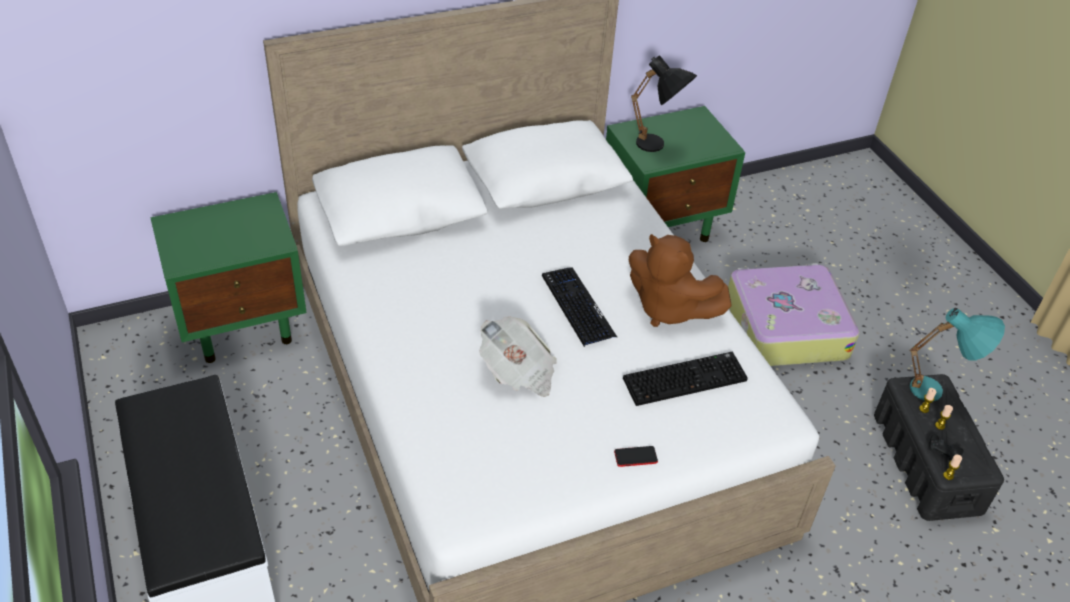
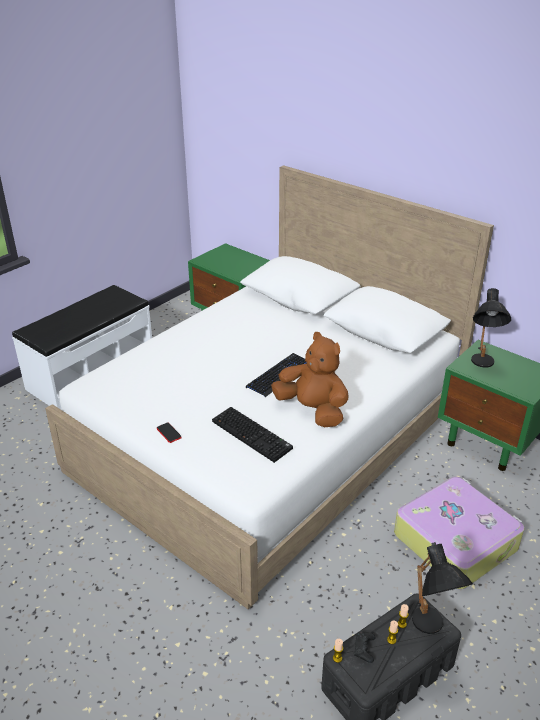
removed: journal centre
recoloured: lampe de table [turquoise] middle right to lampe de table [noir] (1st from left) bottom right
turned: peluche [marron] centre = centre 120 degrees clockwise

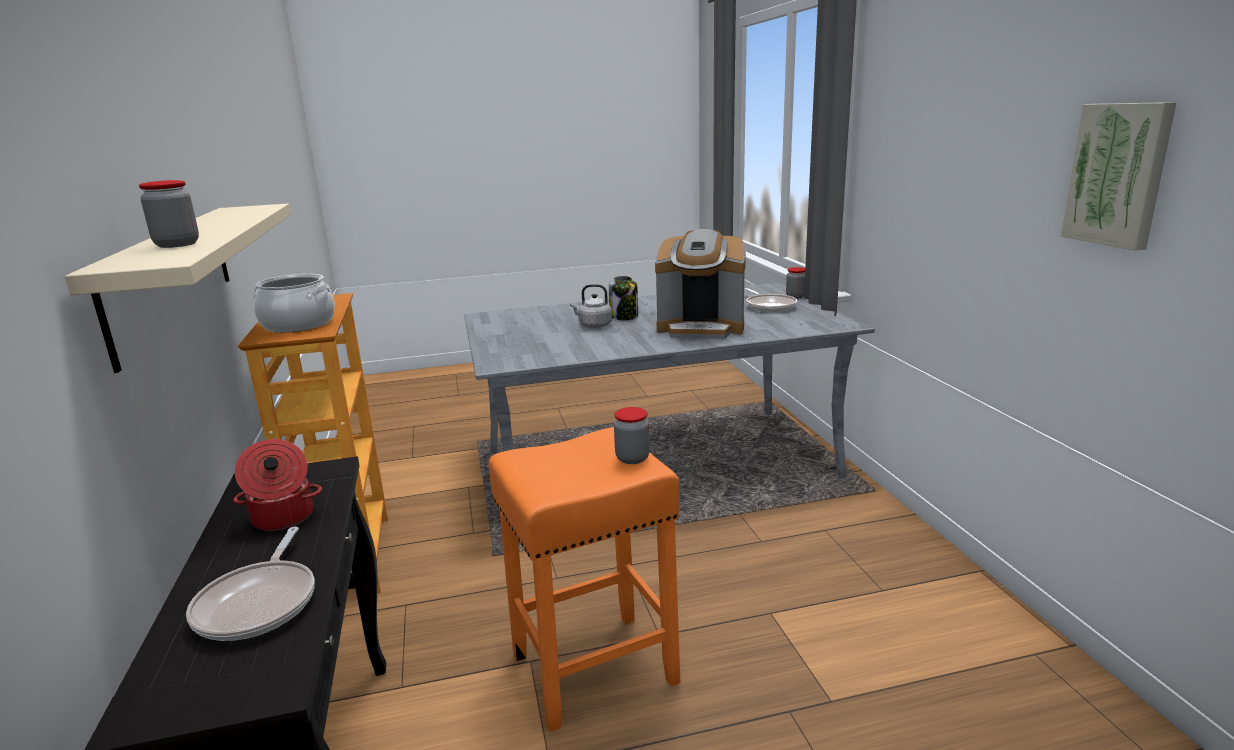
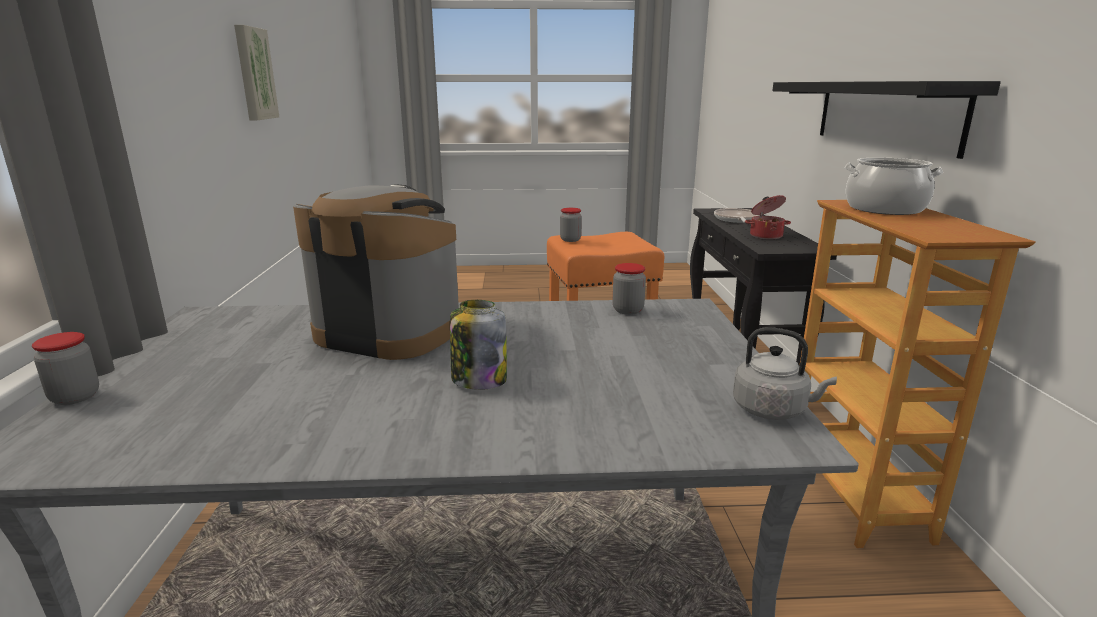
removed: poêle (2nd from left) centre
moved: bocal (1st from left in the first image) top left to bocal (4th from left) centre; bouilloire [gris] centre to middle right
recoloured: étagère [beige] middle left to étagère [noir] top right

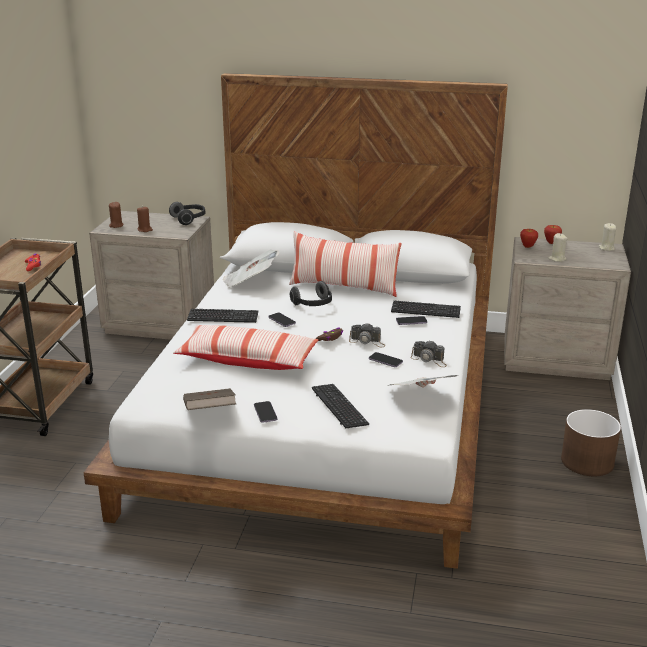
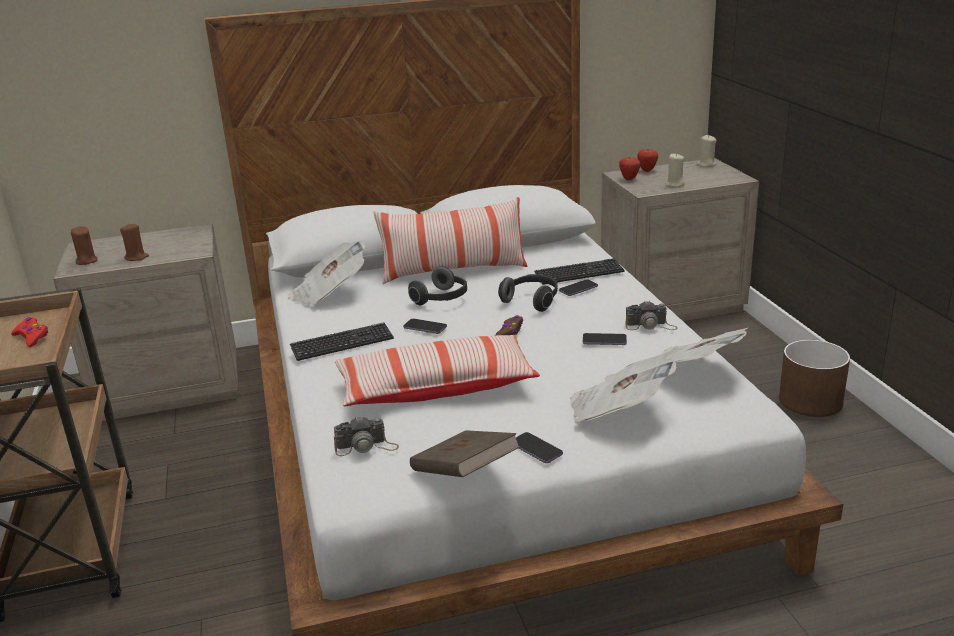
moved: casque audio (1st from left in the first image) top left to casque audio (2nd from left) centre; appareil photo (1st from left) centre to bottom centre
replaced: clavier (2nd from left) centre to journal (2nd from left) centre

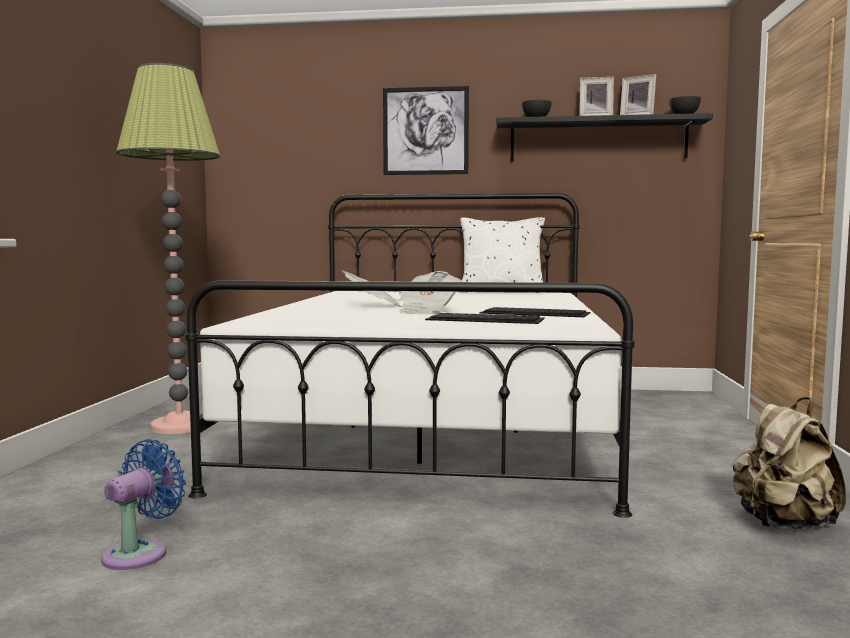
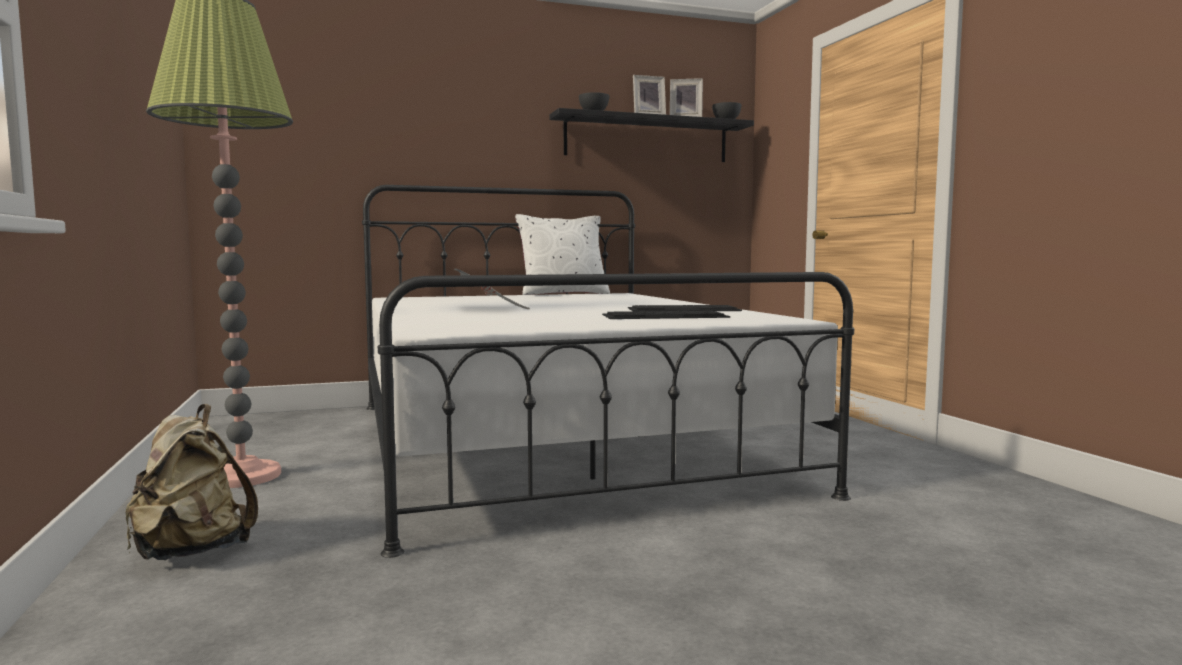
removed: tableau top centre; journal (2nd from left) centre; ventilateur [bleu] bottom left
moved: sac à dos [beige] bottom right to bottom left

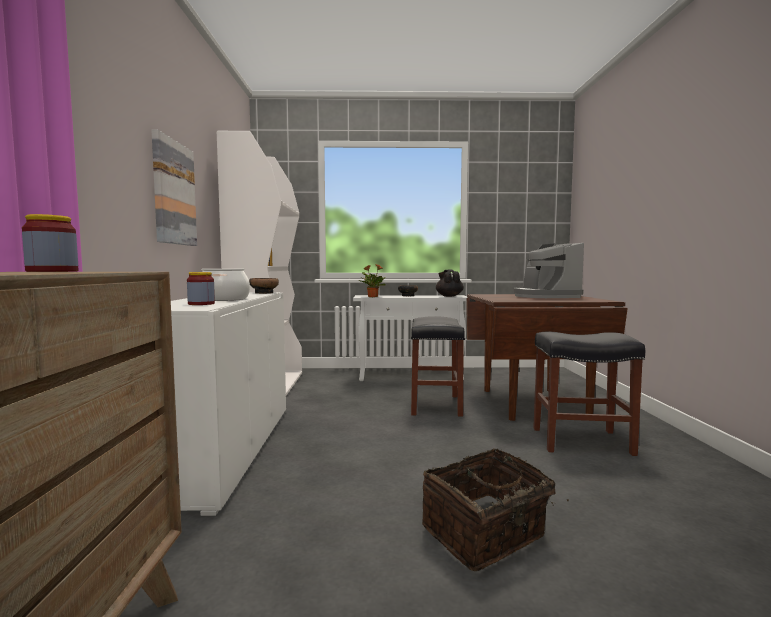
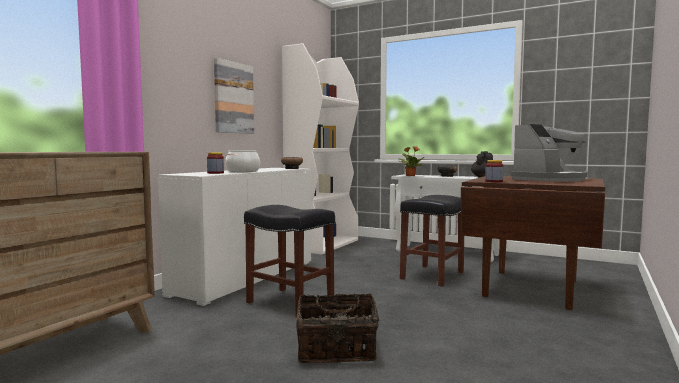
moved: bocal (1st from left in the first image) middle left to bocal (2nd from left) middle right; tabouret [noir] (2nd from left in the first image) middle right to tabouret [noir] (1st from left) bottom centre
turned: machine à café middle right = middle right 150 degrees counterclockwise

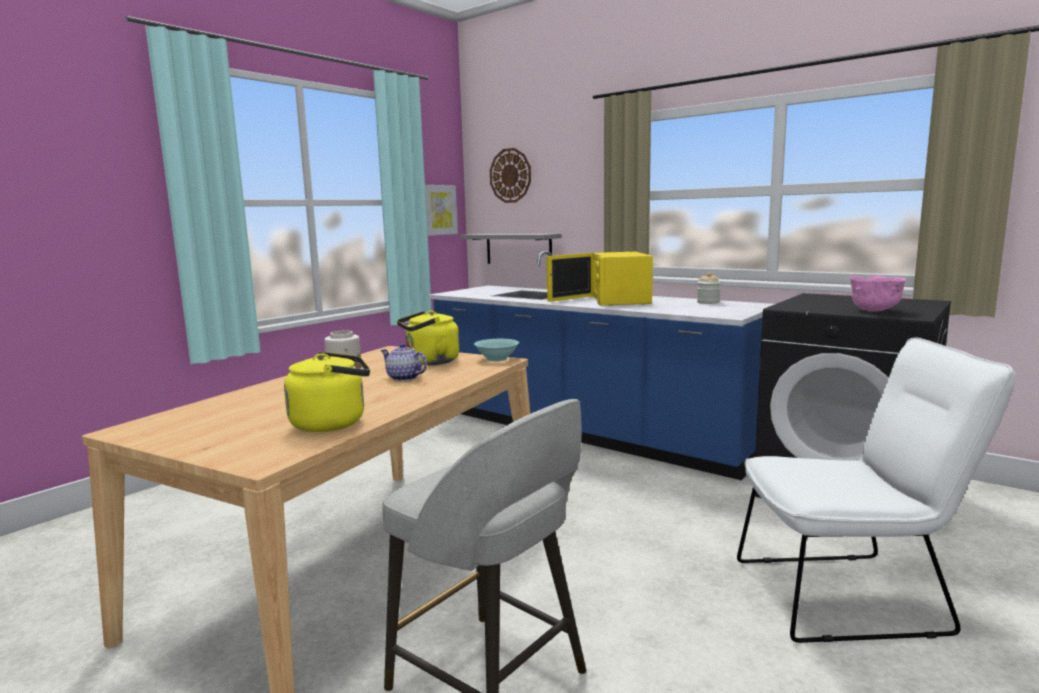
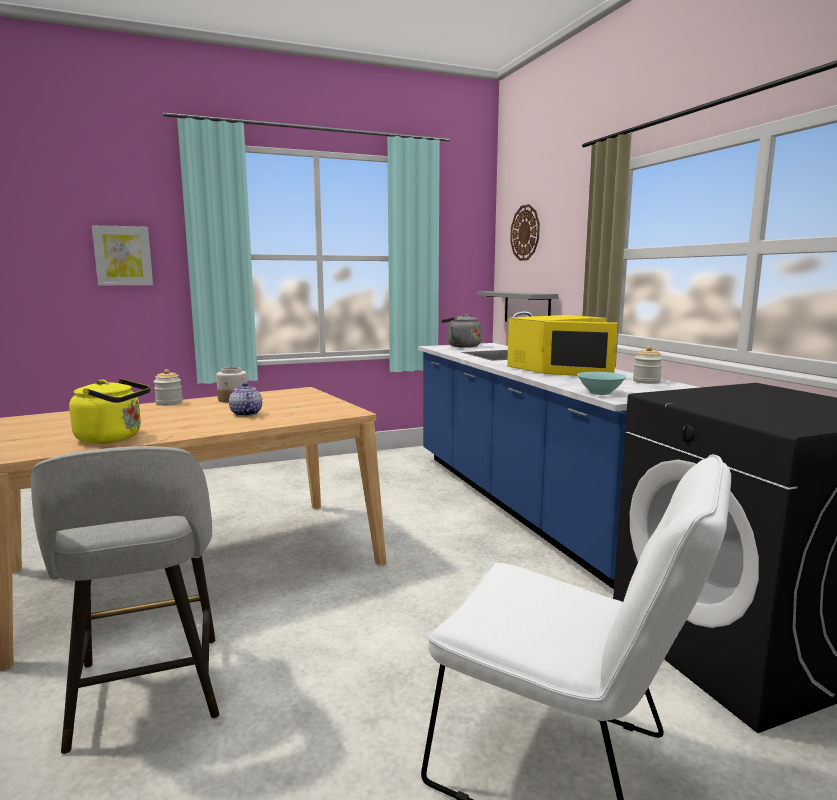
removed: bol [rose] middle right; bouilloire [jaune] (2nd from left) centre
added: bouilloire [gris] centre; bocal (1st from left) middle left
moved: tableau top centre to top left; bol [turquoise] centre to middle right
turned: micro-ondes [jaune] centre = middle right 150 degrees counterclockwise

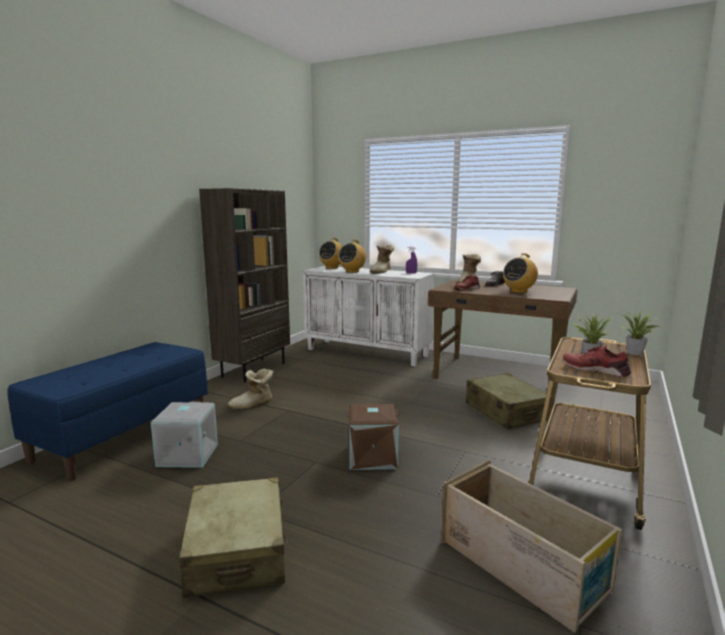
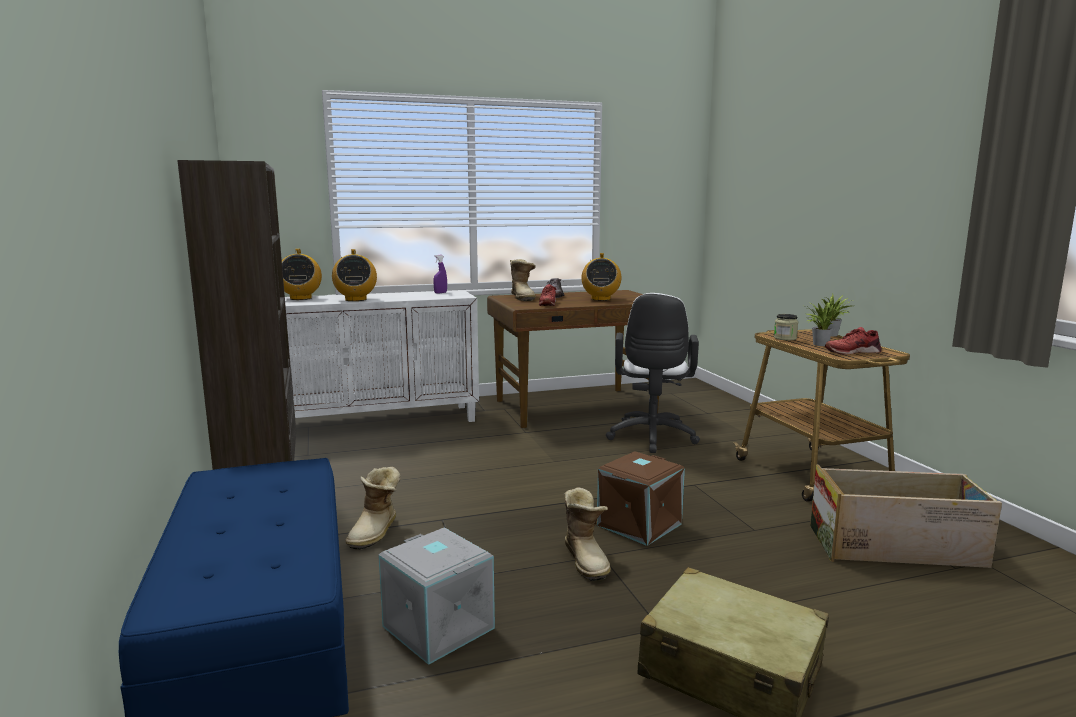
added: bocal middle right
moved: botte (2nd from left in the first image) centre to botte (3rd from left) bottom centre
replaced: valise [beige] (2nd from left) middle right to chaise de bureau [blanc] centre

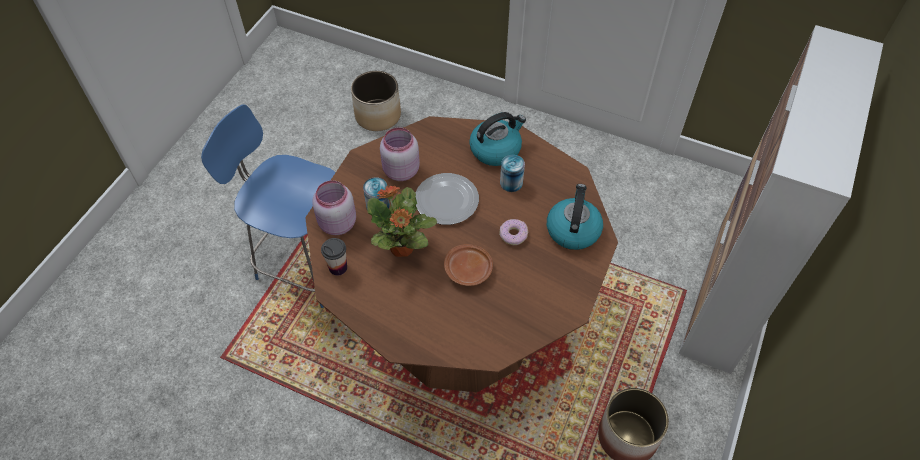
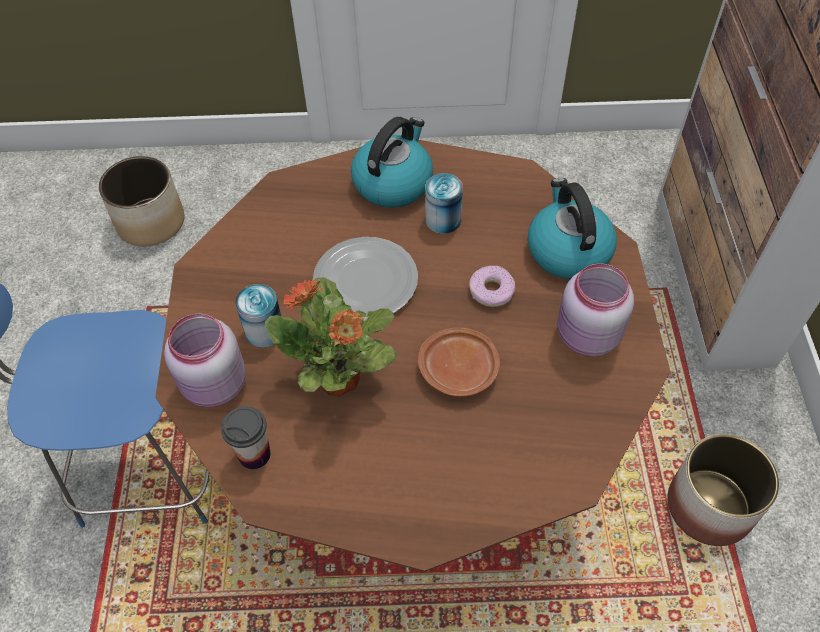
moved: bocal [rose] (2nd from left) centre to middle right

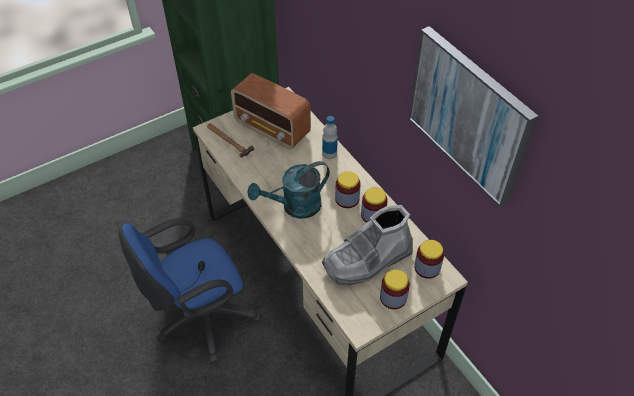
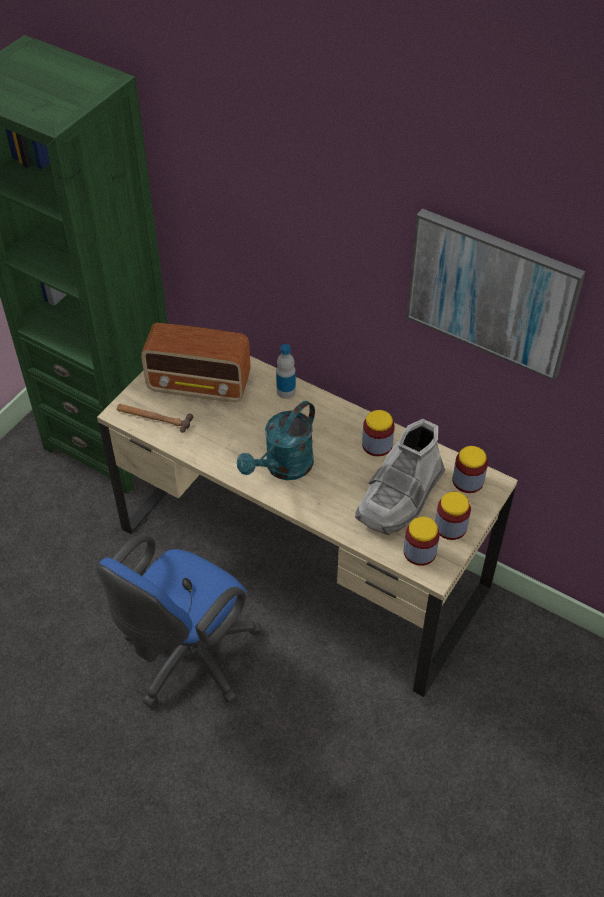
moved: bocal (1st from left in the first image) centre to bocal (2nd from left) middle right

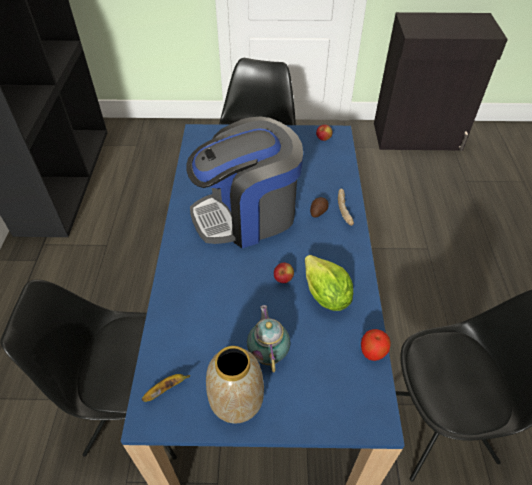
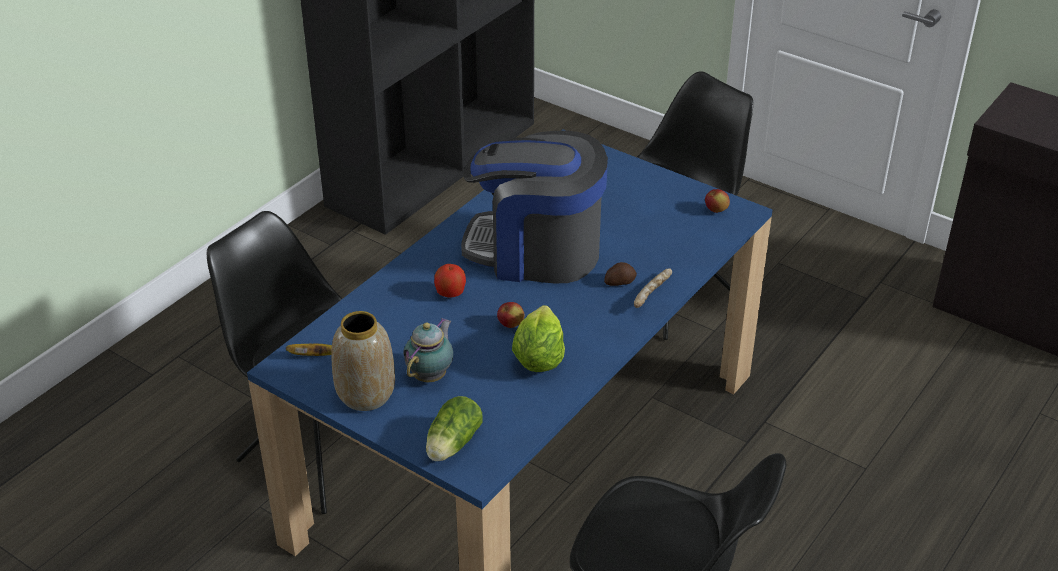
added: laitue (1st from left) bottom centre
moved: pomme (3rd from left in the first image) bottom right to pomme (1st from left) centre

